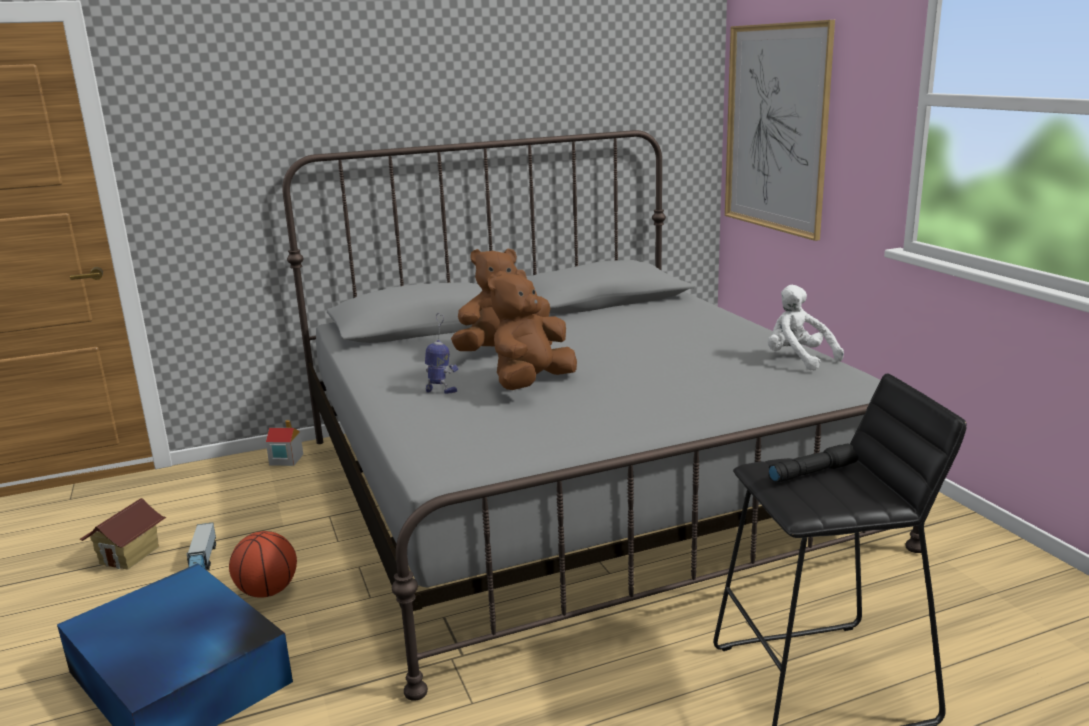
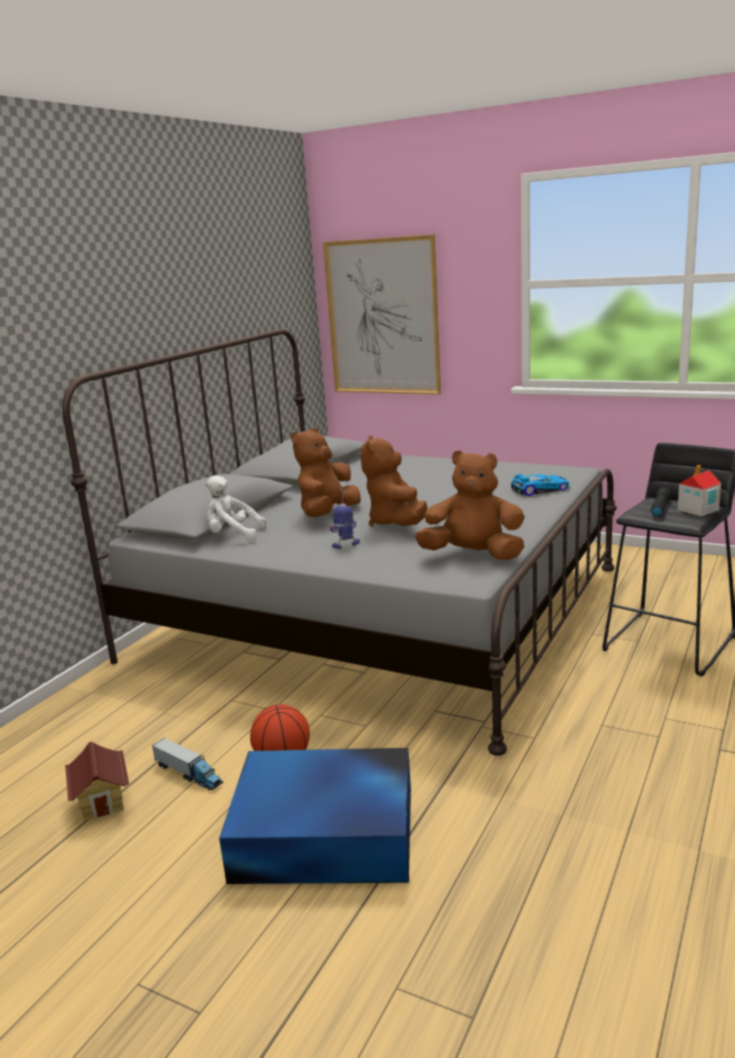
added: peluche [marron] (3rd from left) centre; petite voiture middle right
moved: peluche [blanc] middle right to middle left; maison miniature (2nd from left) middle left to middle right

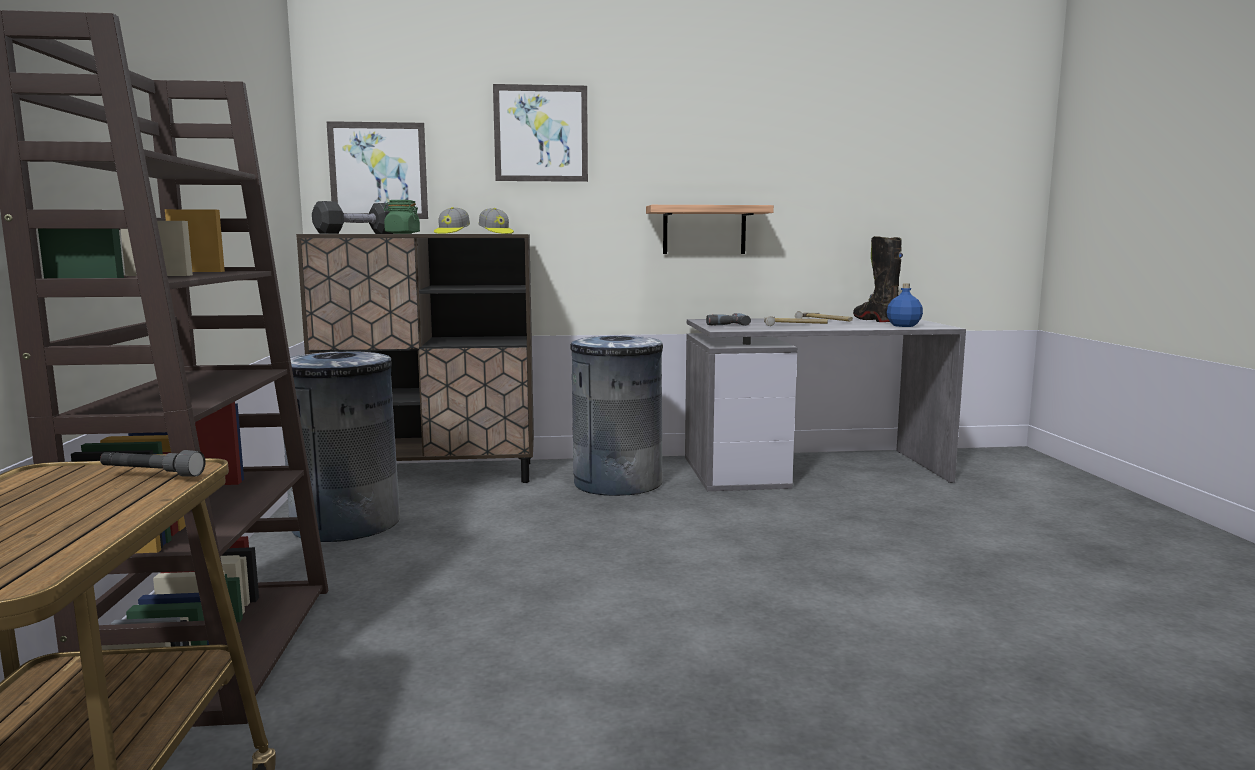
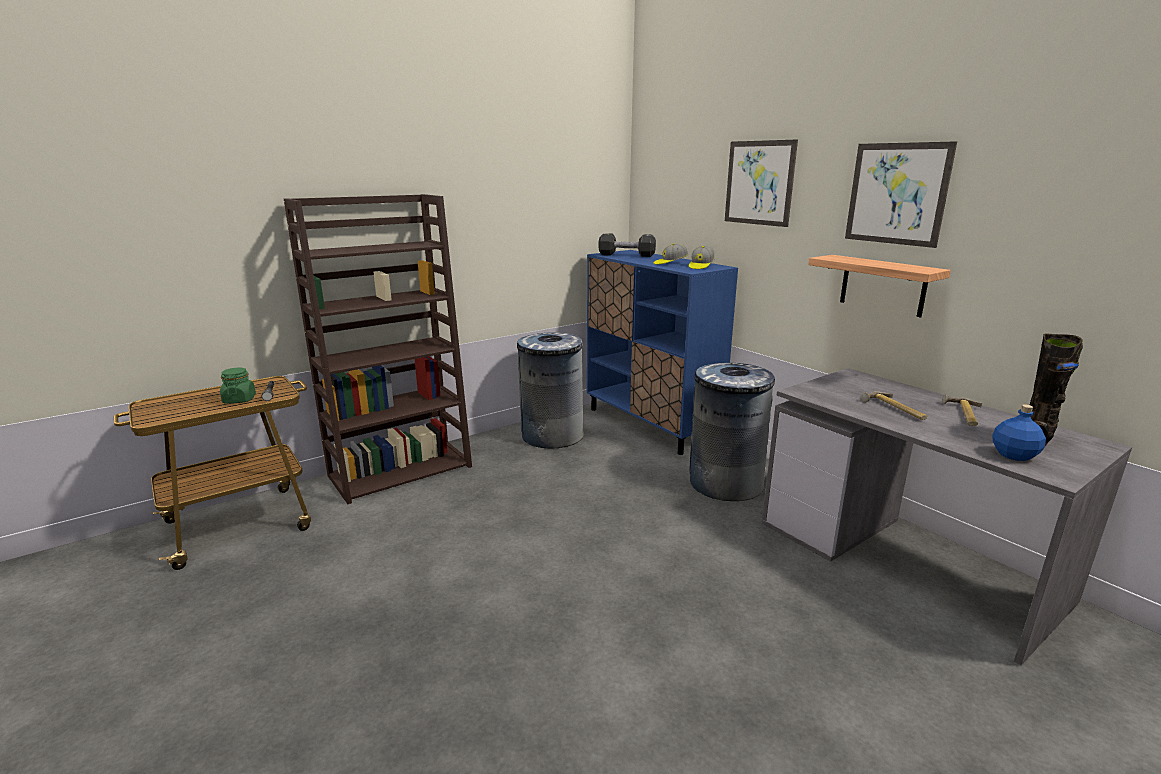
removed: perceuse centre
moved: tableau (1st from left in the first image) top left to tableau (2nd from left) top right; bocal [vert] top left to middle left
recoloured: meuble de rangement [marron] middle left to meuble de rangement [bleu] centre

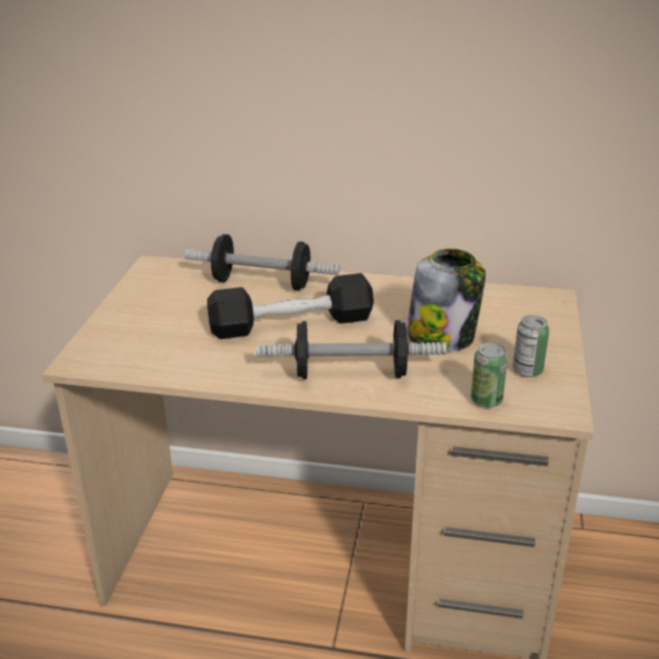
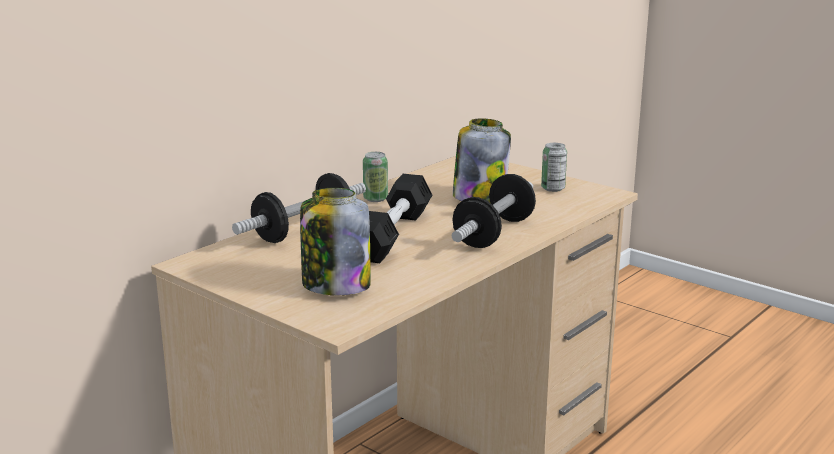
added: bocal (1st from left) centre
moved: boîte métallique (1st from left) middle right to centre

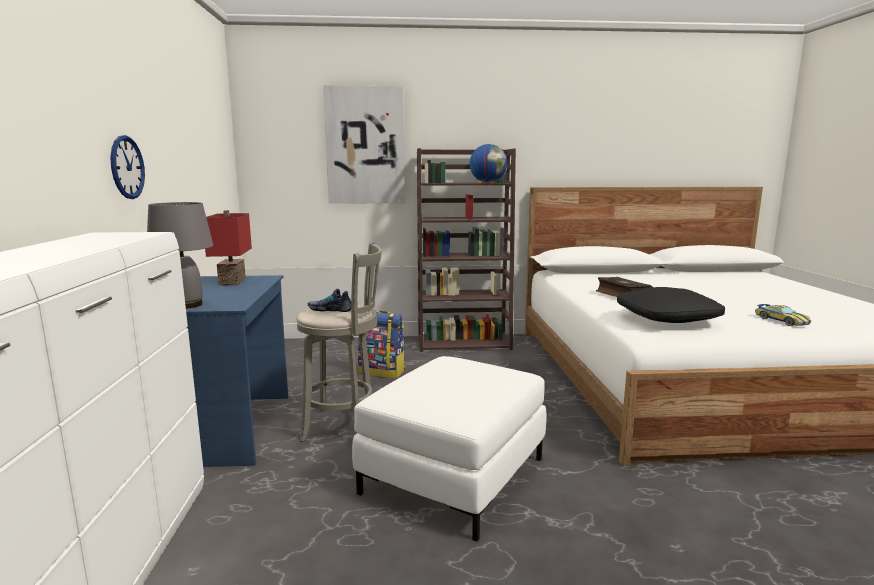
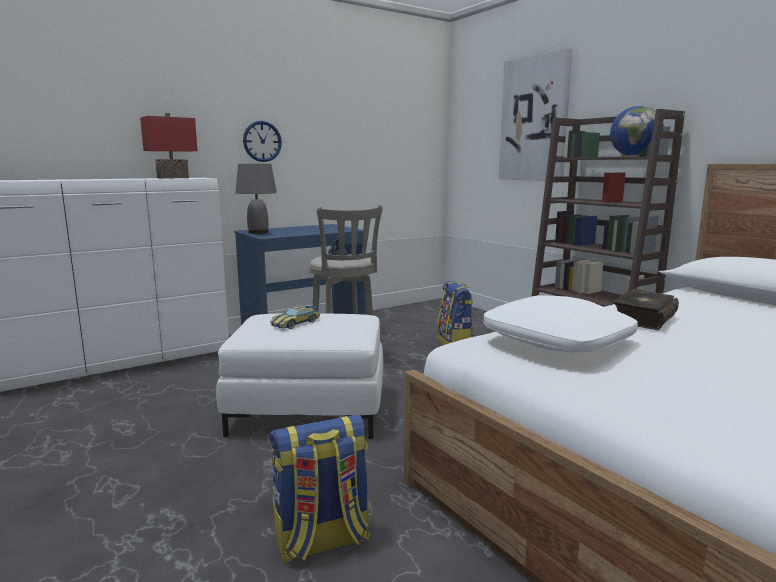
added: sac à dos (1st from left) bottom centre
moved: lampe de table [rouge] middle left to top left; petite voiture middle right to centre
recoloured: coussin [noir] middle right to coussin [blanc] middle right

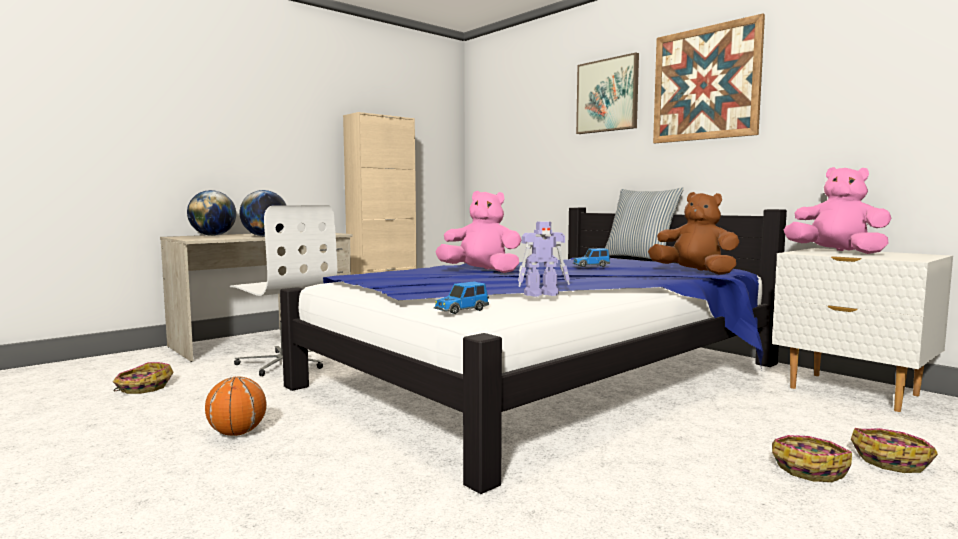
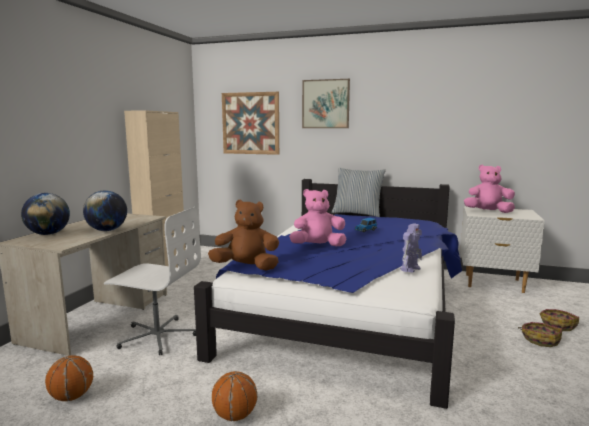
removed: petite voiture (1st from left) centre
moved: tableau (2nd from left in the first image) top right to tableau (1st from left) top centre; peluche [marron] middle right to centre
replaced: panier (1st from left) bottom left to ballon de basket (1st from left) bottom left

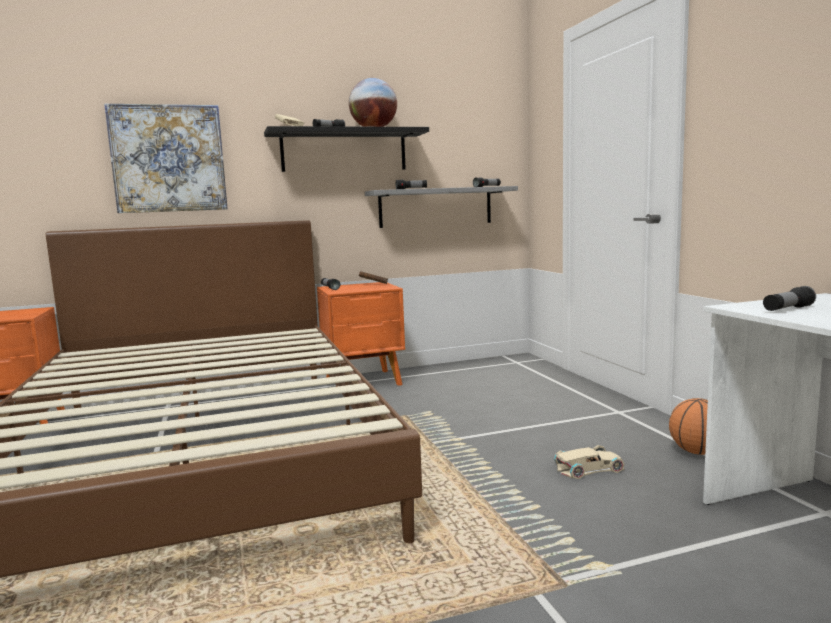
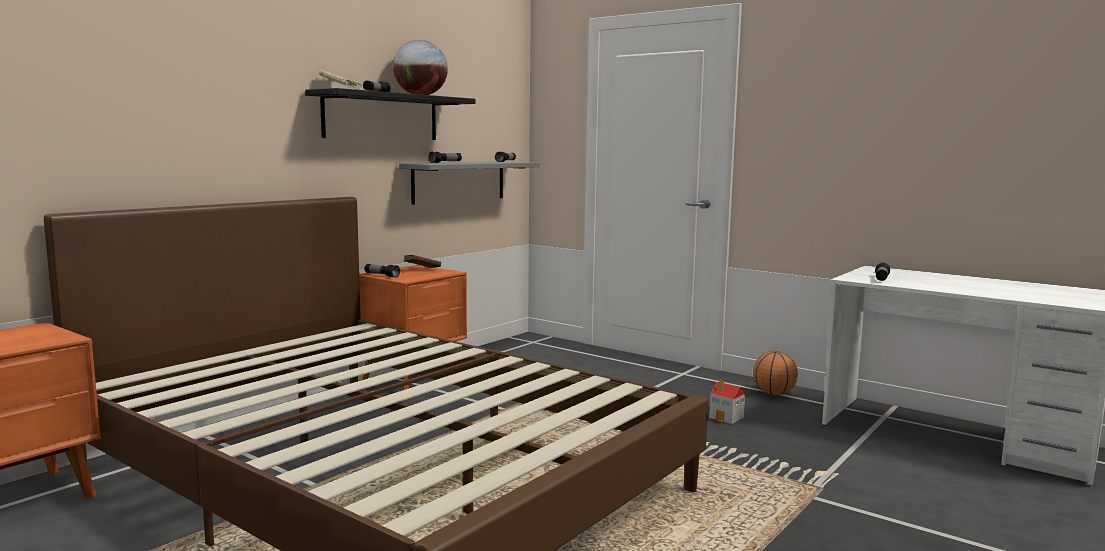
removed: tableau top left
replaced: petite voiture [beige] bottom right to maison miniature bottom centre

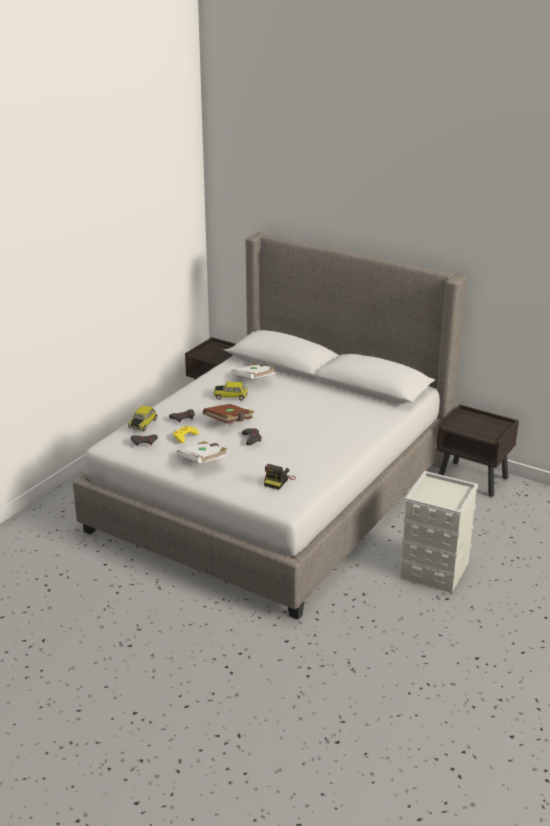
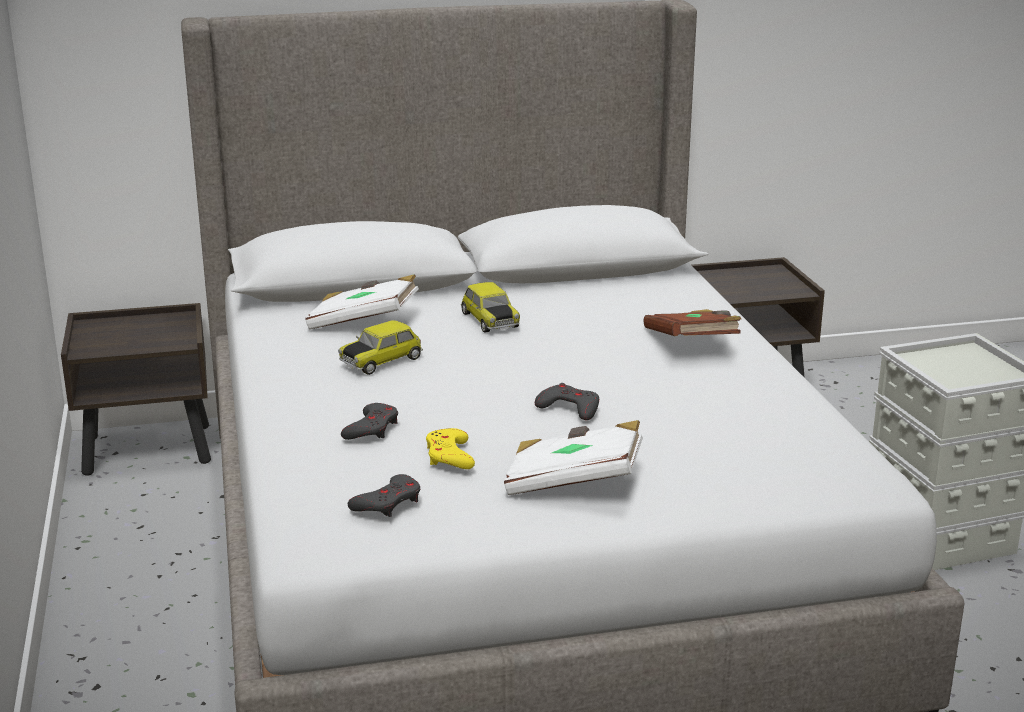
removed: appareil photo centre
moved: livre [marron] centre to middle right; petite voiture (1st from left in the first image) middle left to petite voiture (2nd from left) centre

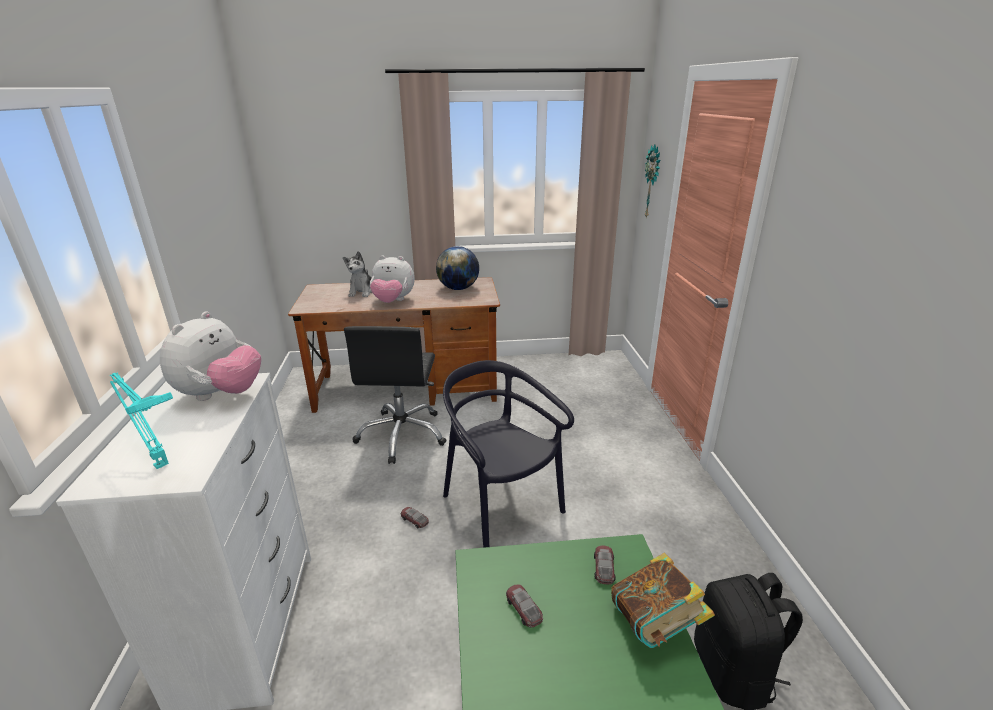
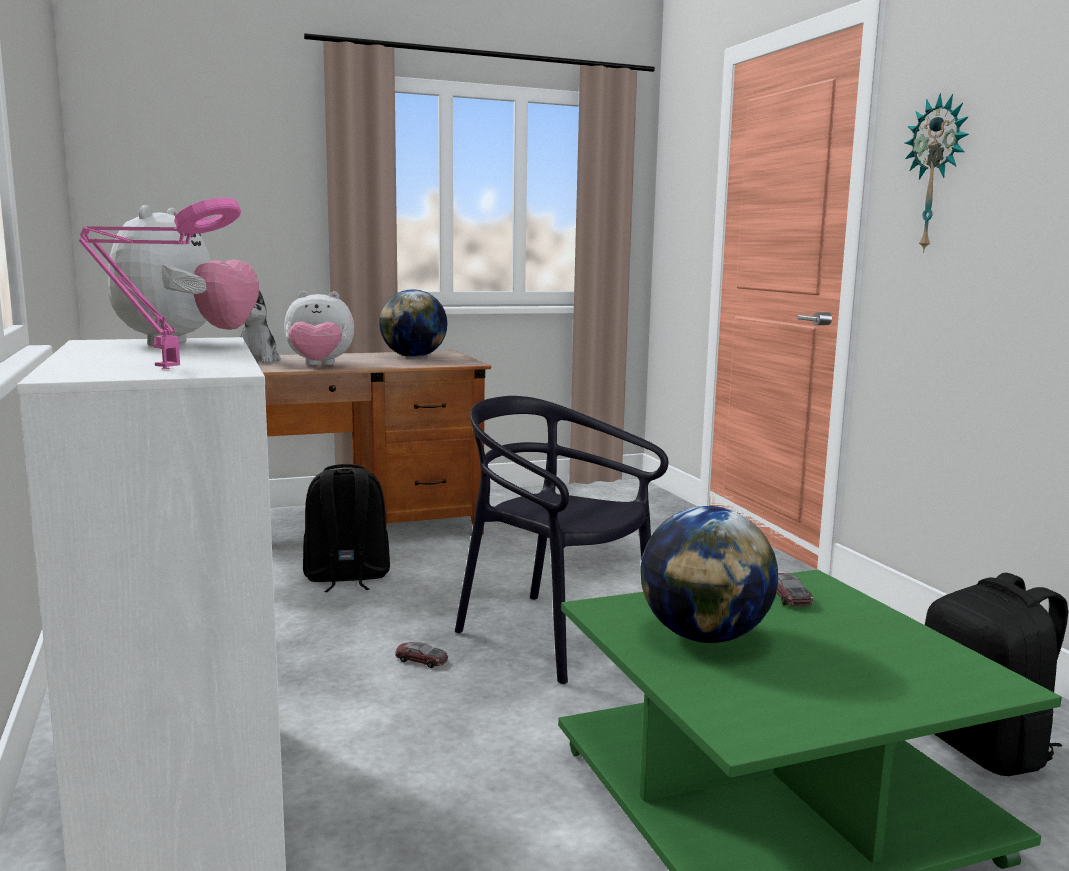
removed: livre bottom right
moved: horloge murale top centre to top right
replaced: chaise de bureau [noir] centre to sac à dos [noir] (1st from left) middle left; petite voiture (2nd from left) bottom centre to globe (2nd from left) centre
recoloured: lampe de table [turquoise] middle left to lampe de table [rose] top left

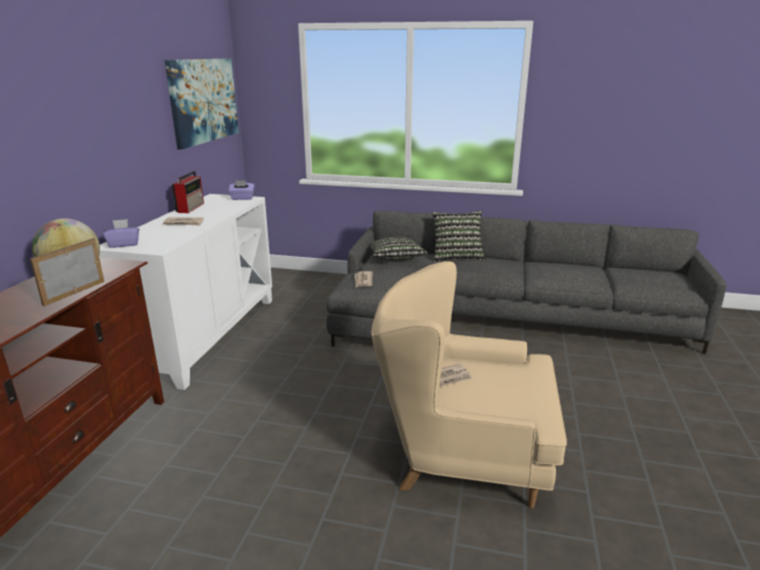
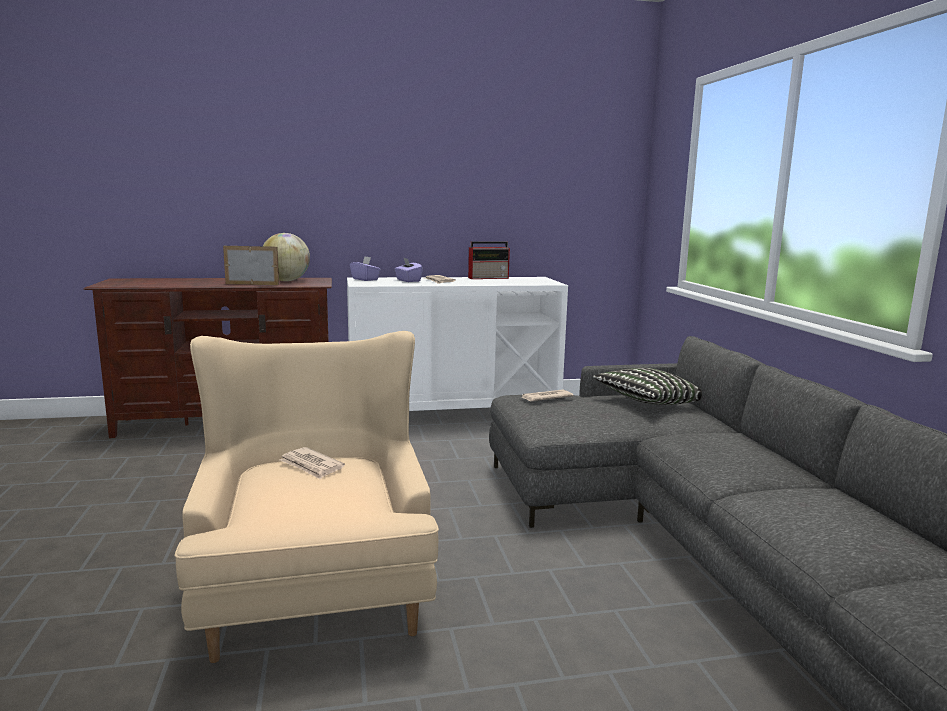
removed: tableau top left; coussin (2nd from left) centre
moved: boîte à mouchoirs [violet] (2nd from left) middle left to centre

